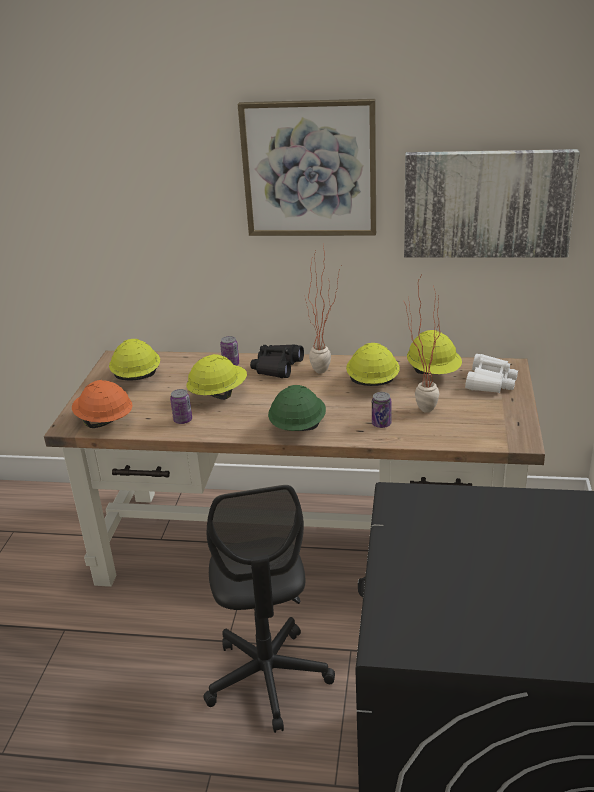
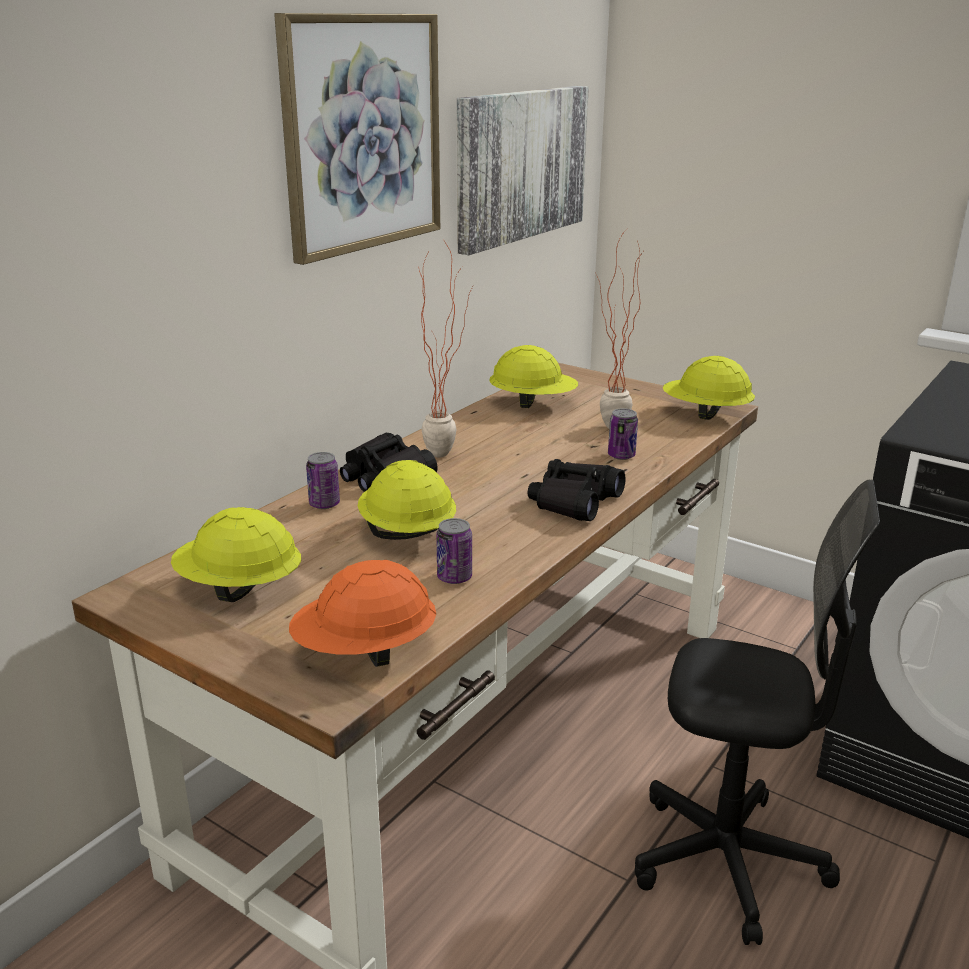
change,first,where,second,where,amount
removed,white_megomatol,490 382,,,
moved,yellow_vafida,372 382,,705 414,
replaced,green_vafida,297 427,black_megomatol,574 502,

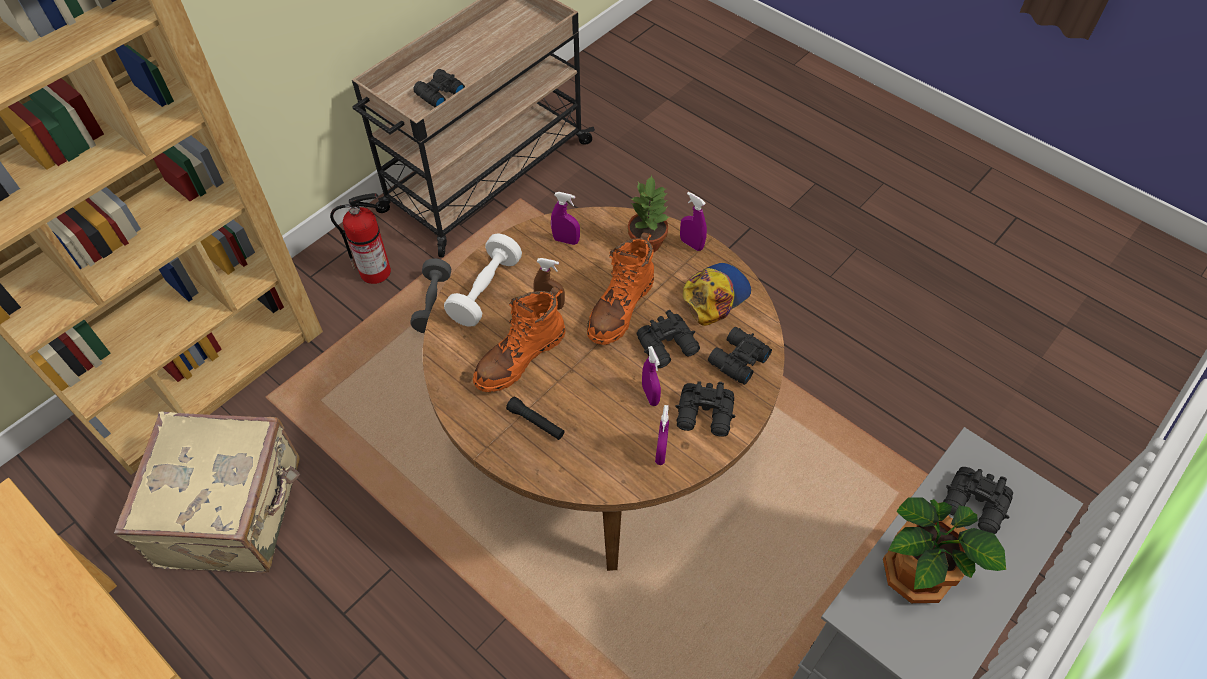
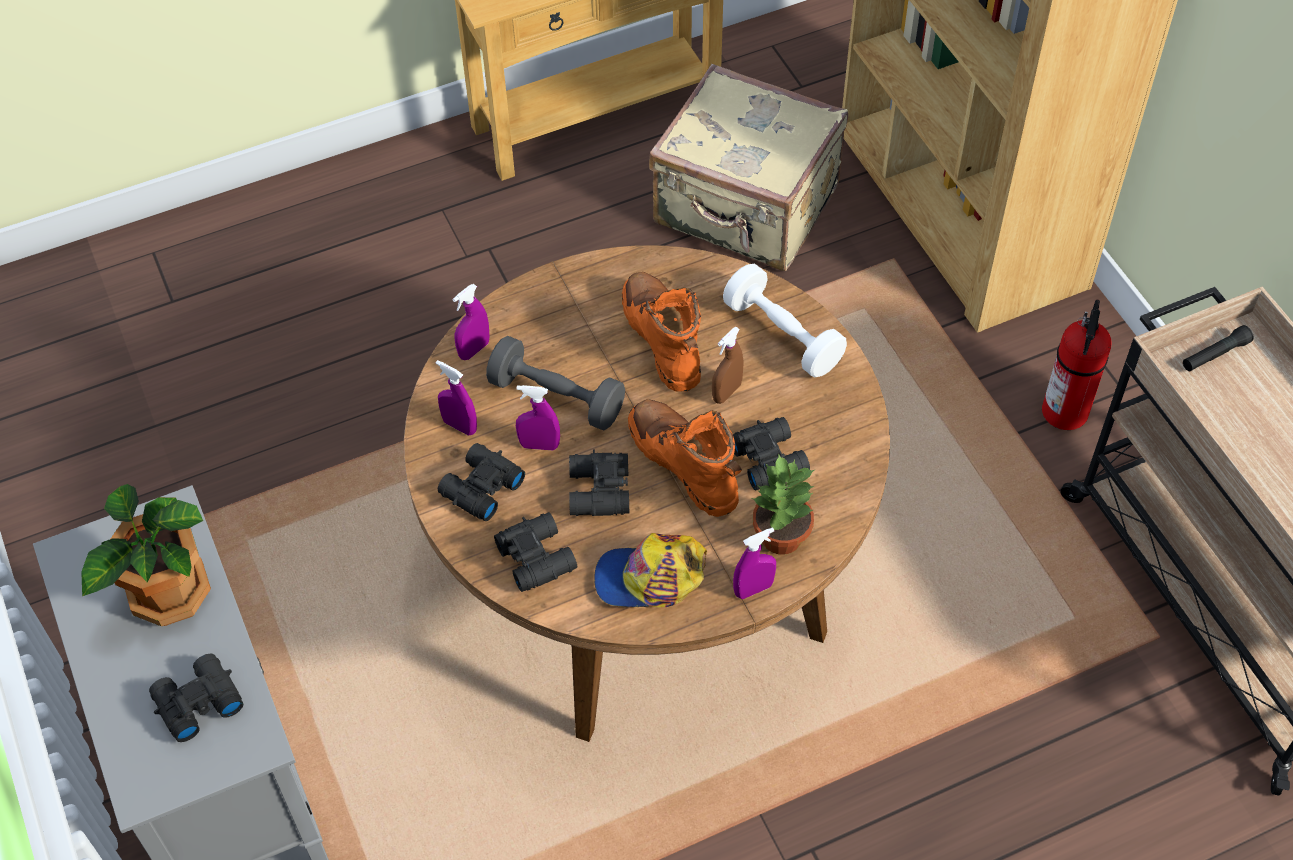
change,first,where,second,where,amount
moved,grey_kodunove,433 304,,556 397,
moved,black_megomatol,438 94,,769 458,
moved,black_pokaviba,536 422,,1214 355,
moved,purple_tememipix,566 240,,474 350,
turned,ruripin,715 295,,650 578,105 degrees clockwise

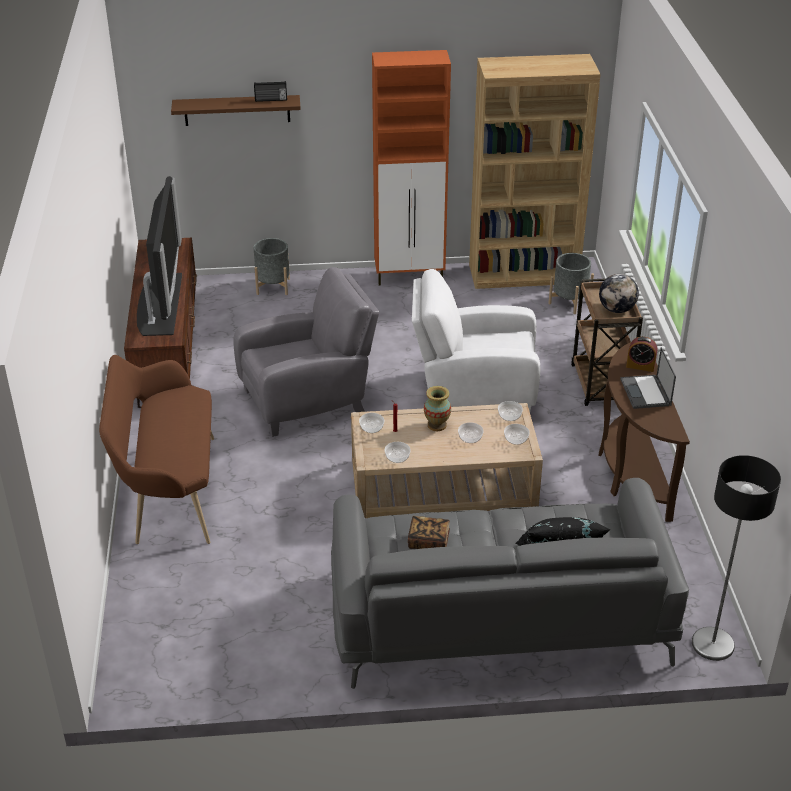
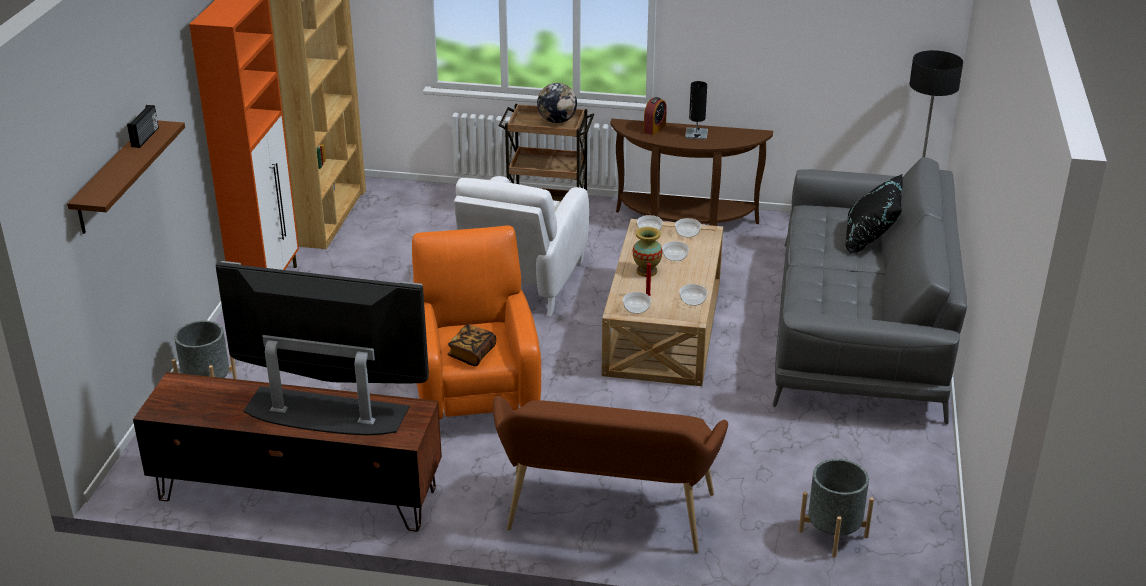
change,first,where,second,where,amount
moved,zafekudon,428 541,,472 354,
moved,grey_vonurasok,569 302,,833 534,
replaced,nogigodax,646 392,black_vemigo,696 134,
recoloured,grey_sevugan,308 400,orange_sevugan,476 391,

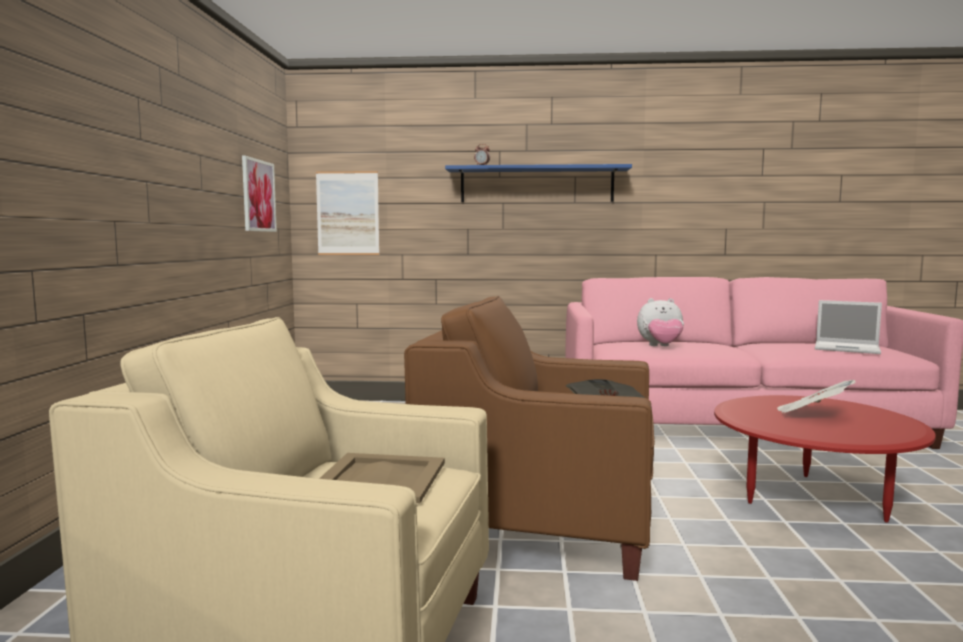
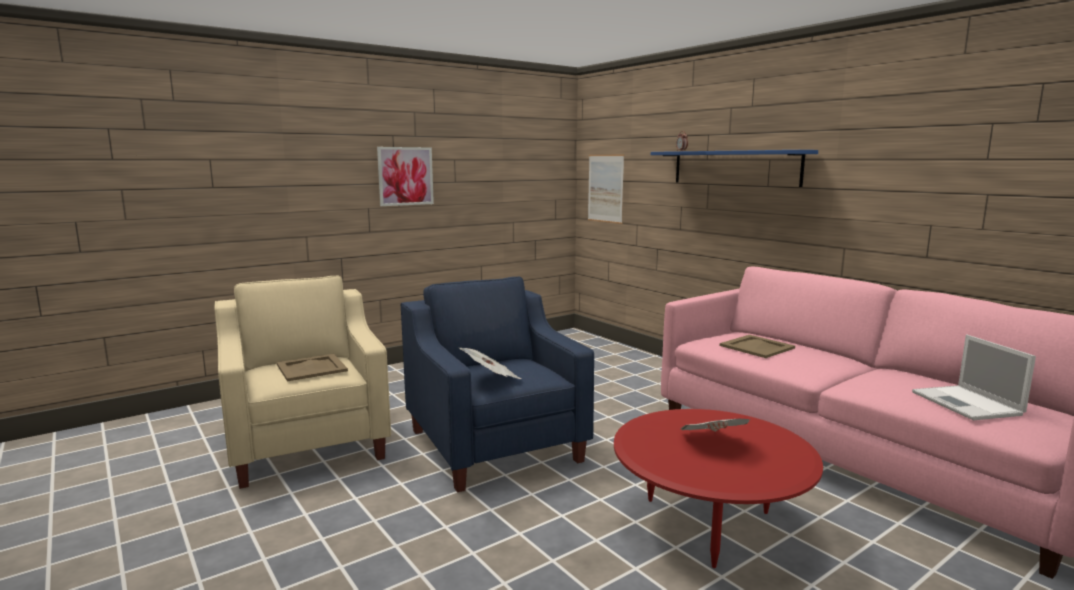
change,first,where,second,where,amount
moved,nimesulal,258 195,,405 176,
replaced,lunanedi,660 346,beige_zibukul,757 347,
recoloured,brown_sevugan,539 524,blue_sevugan,495 445,

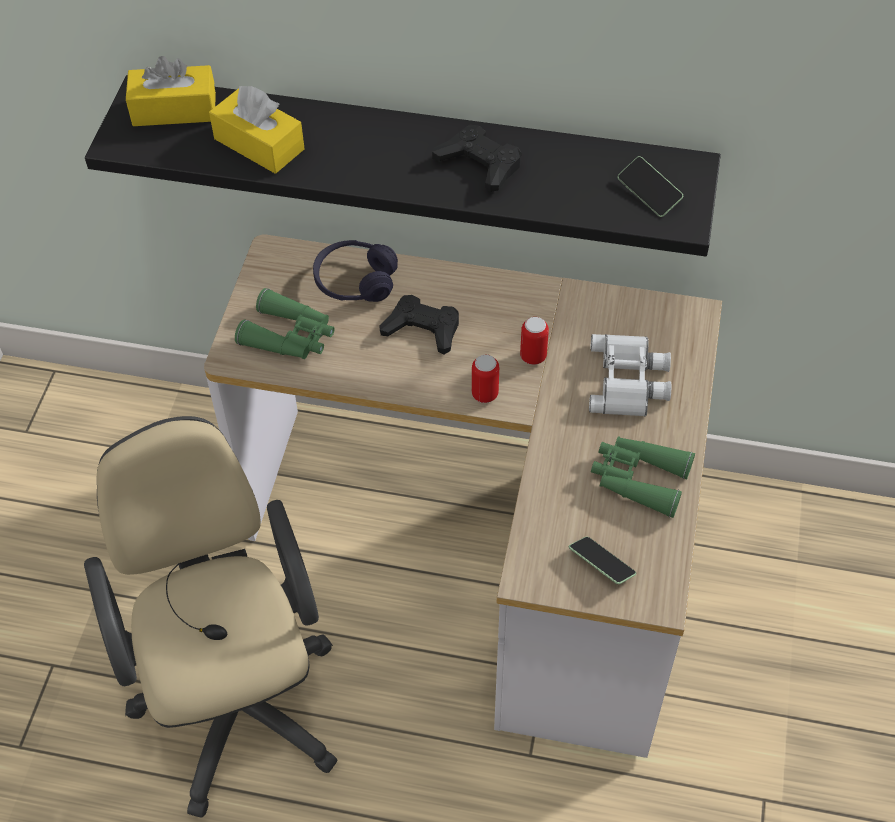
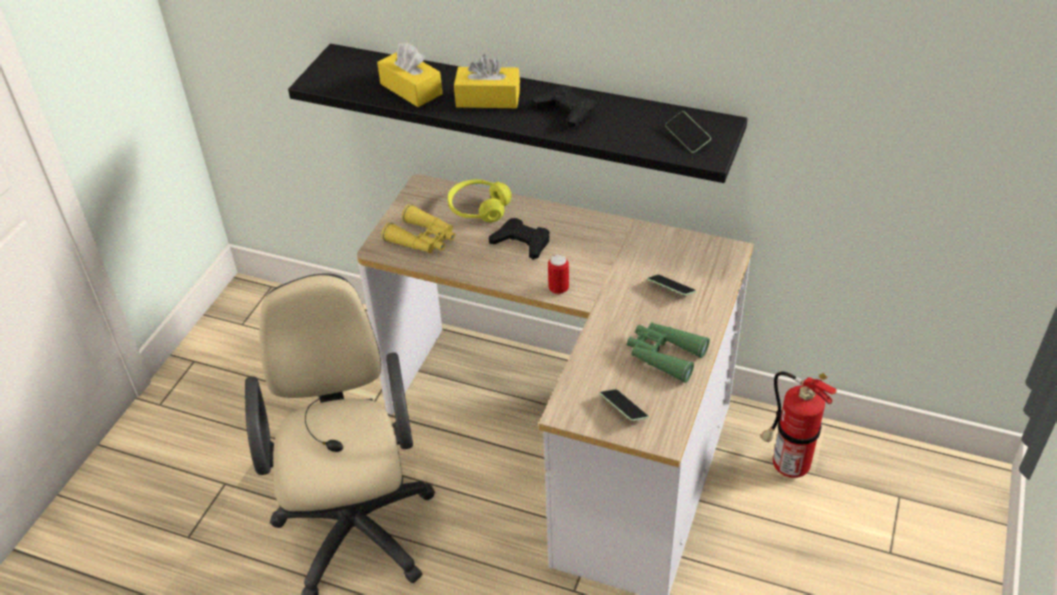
change,first,where,second,where,amount
removed,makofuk,533 357,,,
added,,,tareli,786 464,
moved,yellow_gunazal,174 109,,488 99,
replaced,white_megomatol,629 381,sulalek,671 290,
recoloured,green_megomatol,290 336,yellow_megomatol,423 239,
recoloured,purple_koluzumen,355 281,yellow_koluzumen,479 209,

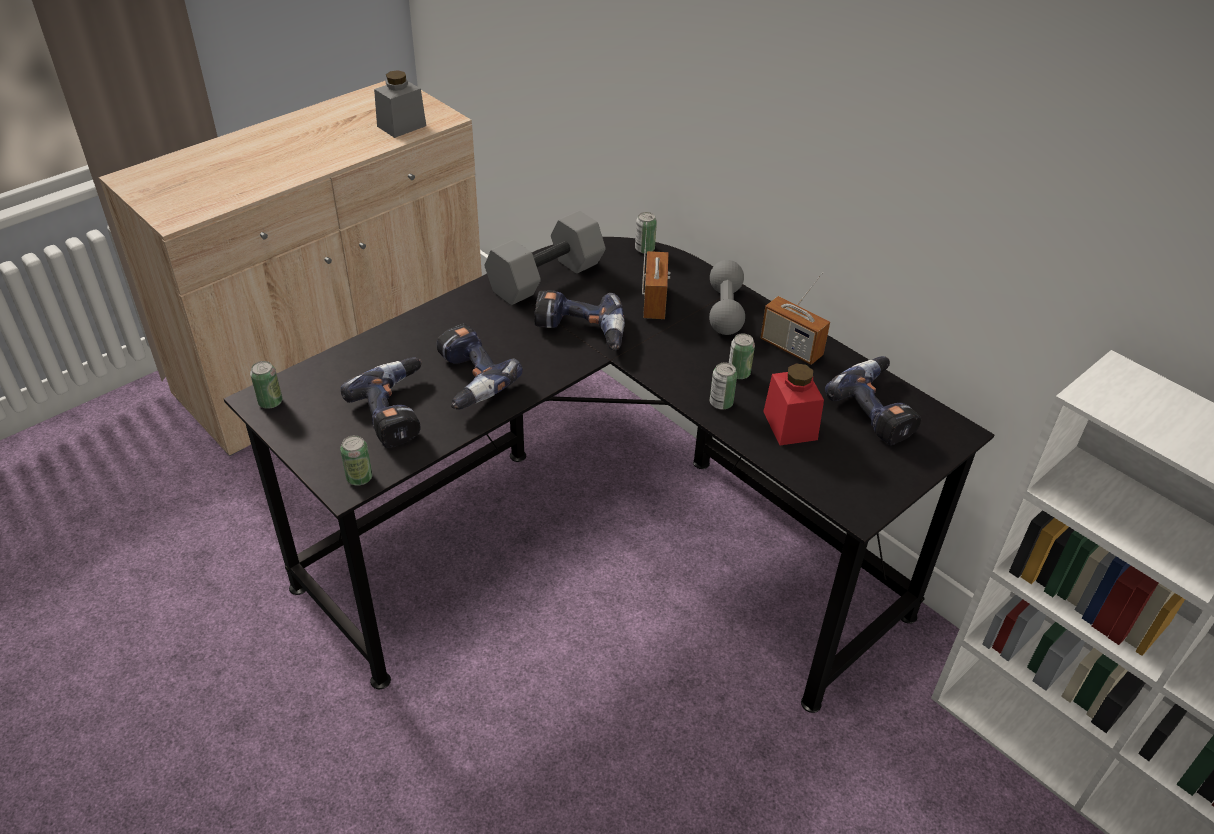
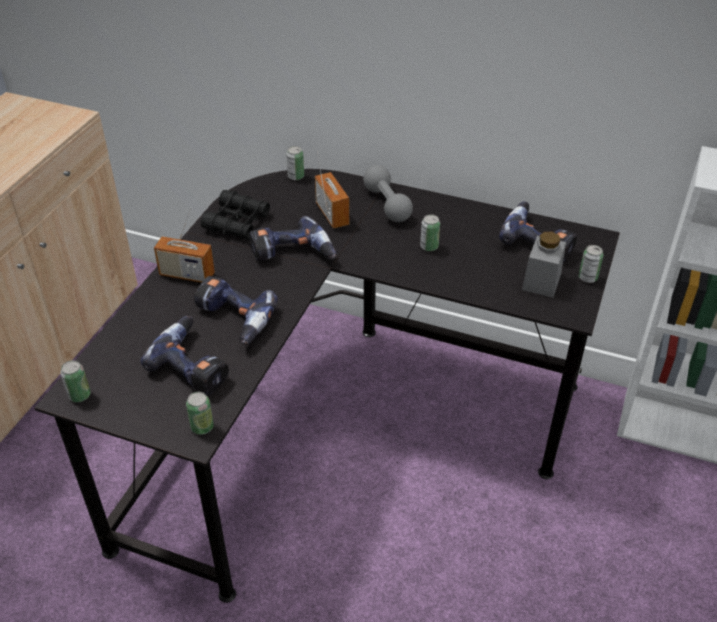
change,first,where,second,where,amount
removed,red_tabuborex,790 425,,,
moved,grey_tabuborex,401 126,,541 281,
moved,makofuk,721 403,,587 278,
moved,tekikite,791 348,,187 274,
replaced,grey_kodunove,546 279,black_megomatol,237 222,

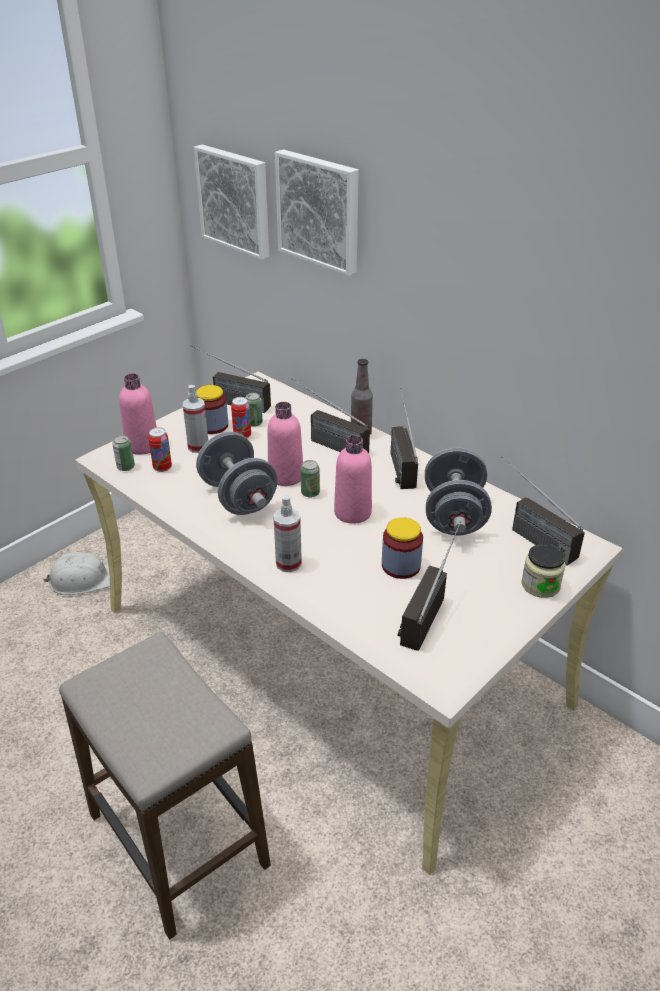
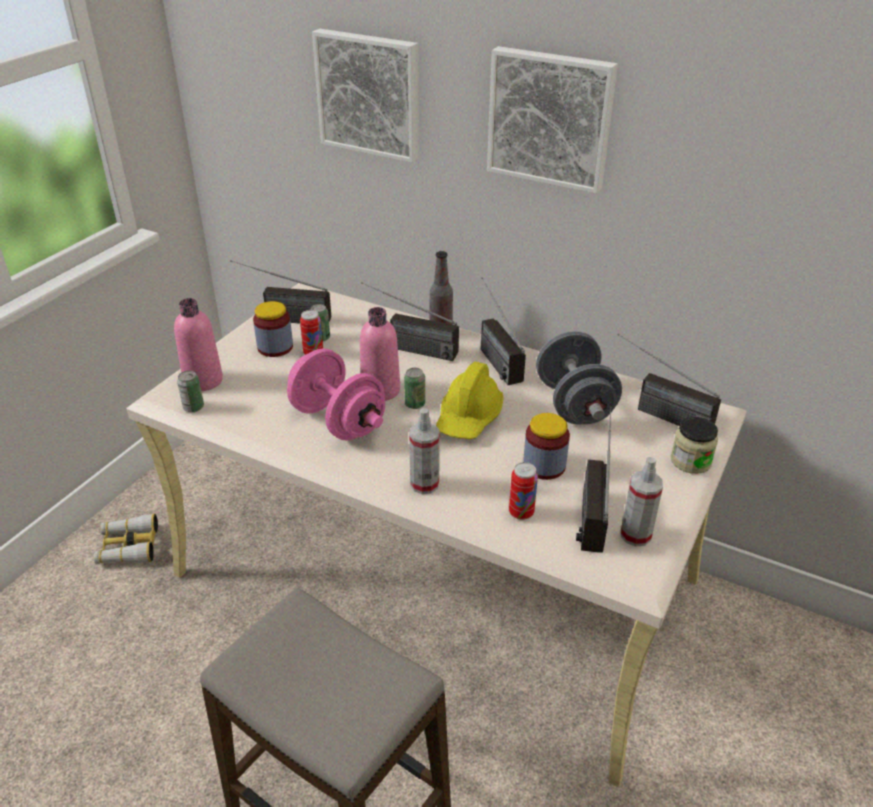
change,first,where,second,where,amount
moved,makofuk,162 467,,521 513,
moved,tememipix,198 446,,635 535,
moved,nimesulal,235 200,,551 118,
replaced,white_vafida,82 579,megomatol,128 546,
replaced,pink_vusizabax,352 512,yellow_vafida,469 418,
recoloured,grey_kodunove,238 497,pink_kodunove,338 421,

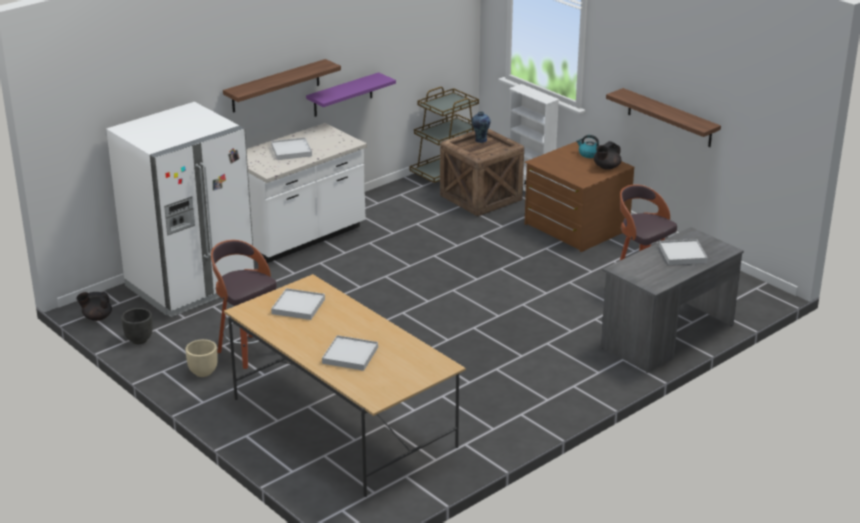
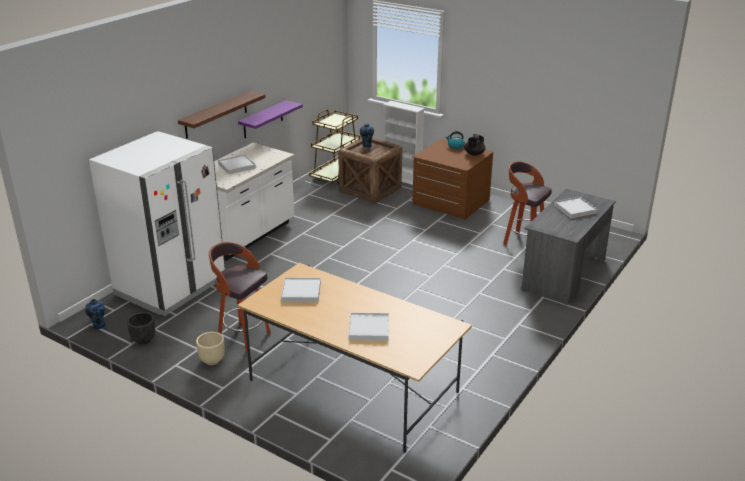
change,first,where,second,where,amount
removed,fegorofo,669 118,,,
replaced,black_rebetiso,97 317,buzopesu,98 326,

